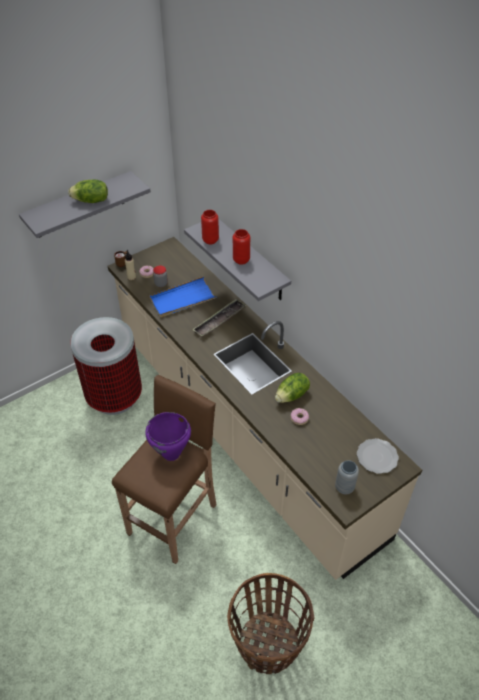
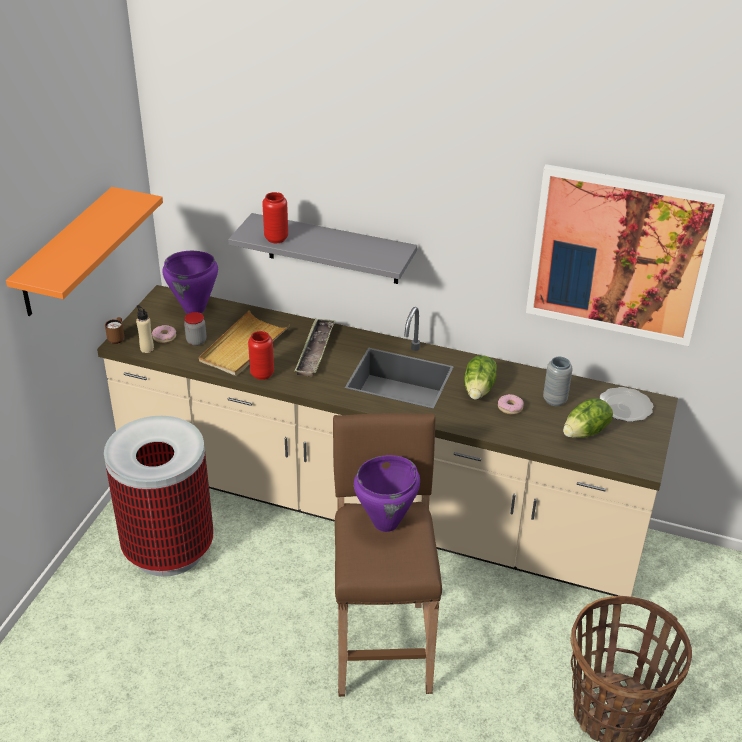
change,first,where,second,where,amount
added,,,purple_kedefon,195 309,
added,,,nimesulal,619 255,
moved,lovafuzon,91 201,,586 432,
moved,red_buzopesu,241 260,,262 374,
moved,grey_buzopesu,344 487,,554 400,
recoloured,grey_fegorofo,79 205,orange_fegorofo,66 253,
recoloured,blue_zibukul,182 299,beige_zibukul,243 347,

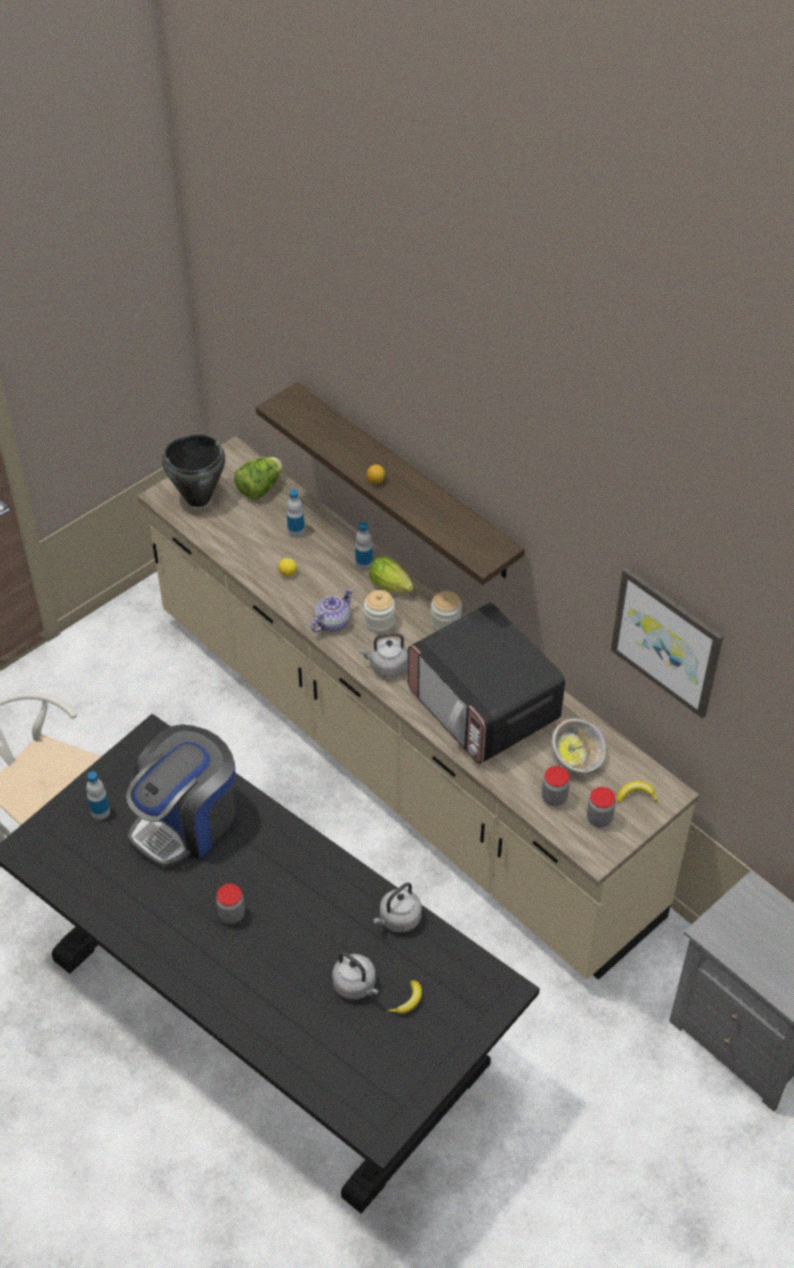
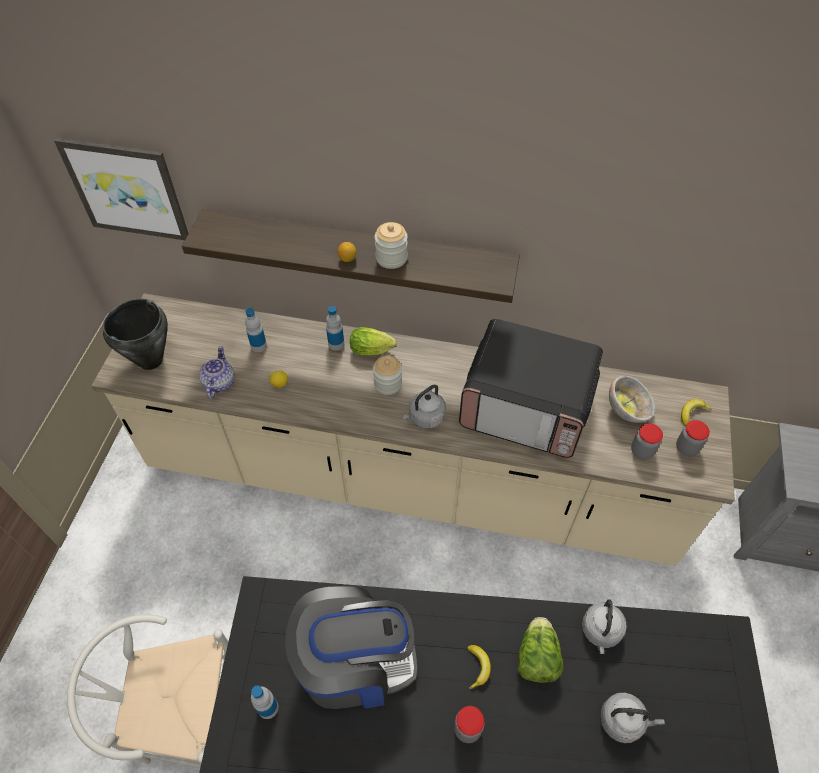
change,first,where,second,where,amount
moved,lovafuzon,259 488,,536 657,
moved,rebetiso,332 622,,219 383,
moved,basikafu,408 1001,,478 667,
moved,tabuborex,445 622,,391 258,
moved,nimesulal,667 641,,127 189,
turned,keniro,186 821,,355 663,105 degrees counterclockwise

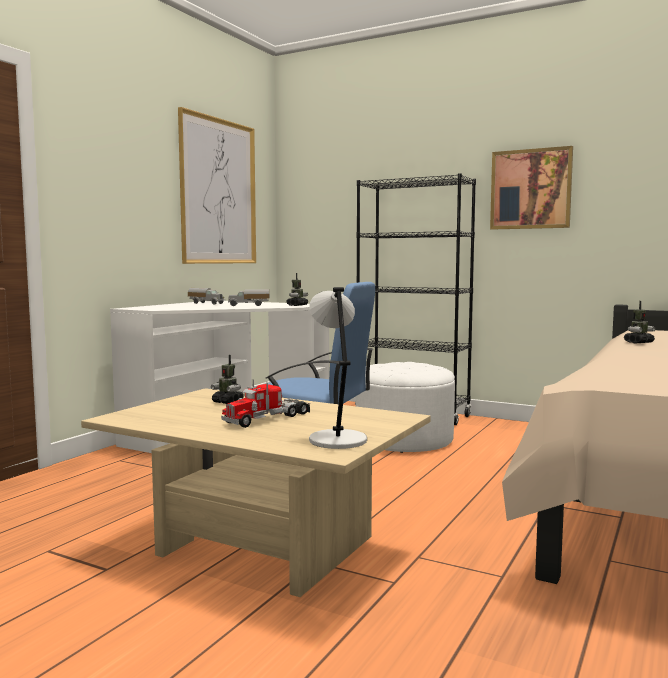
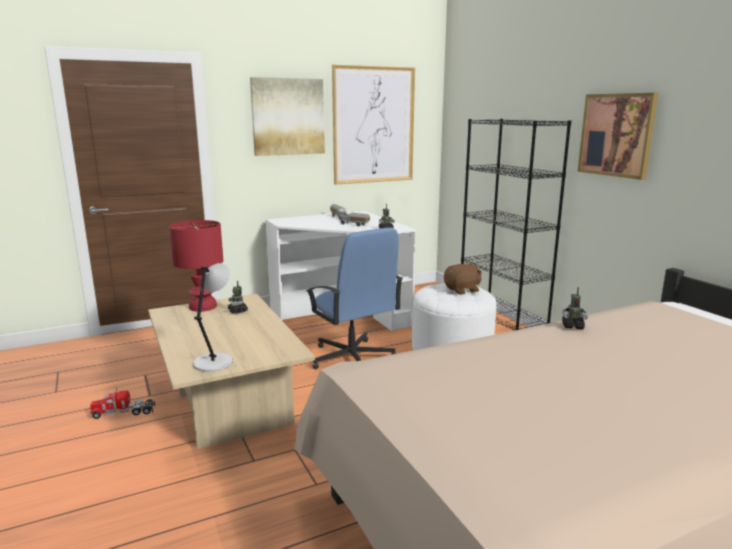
change,first,where,second,where,amount
added,,,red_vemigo,202 307,
added,,,nimesulal,288 117,
added,,,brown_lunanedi,462 290,
moved,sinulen,267 418,,124 412,

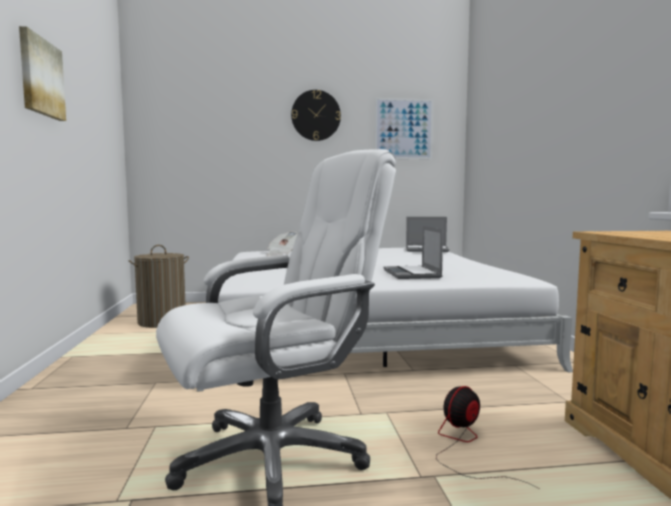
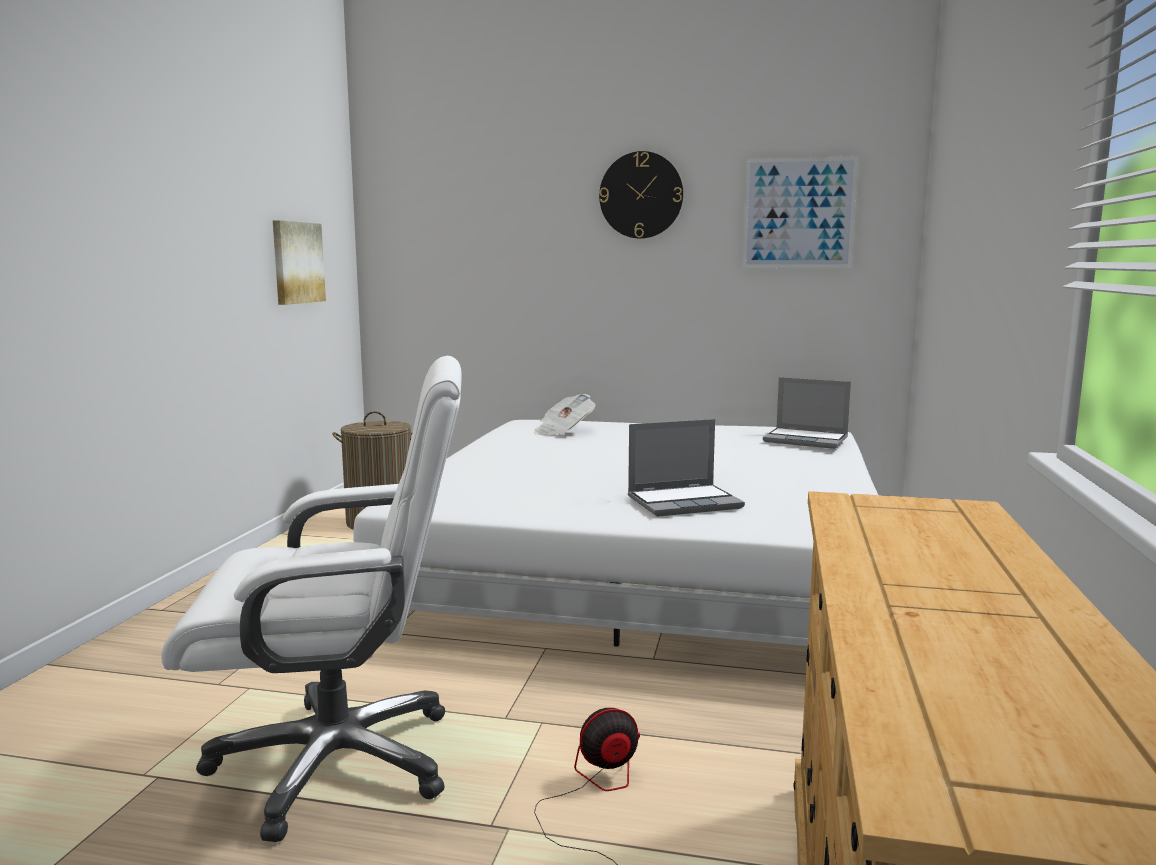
change,first,where,second,where,amount
moved,nimesulal,40 77,,297 262,
turned,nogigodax,412 274,,685 502,120 degrees counterclockwise

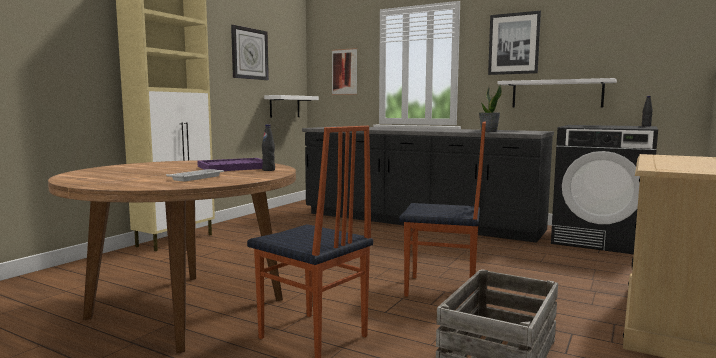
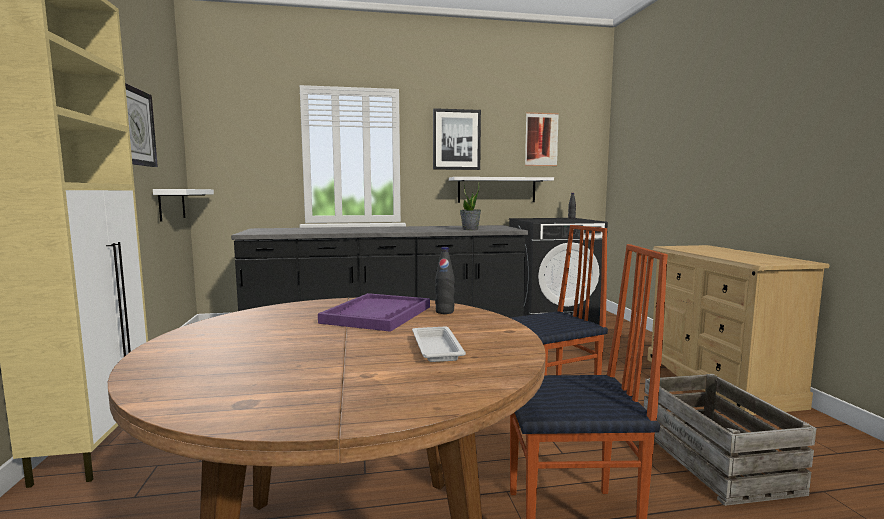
change,first,where,second,where,amount
moved,nimesulal,344 72,,541 139,

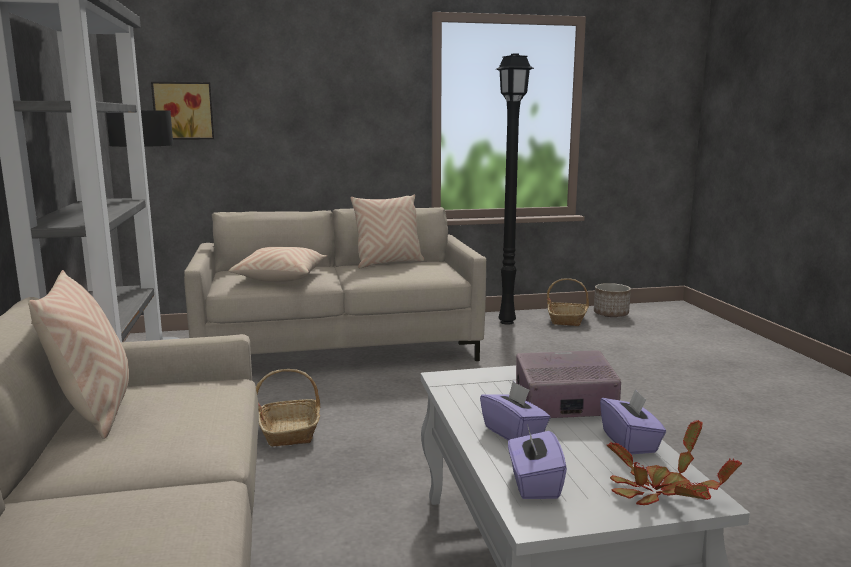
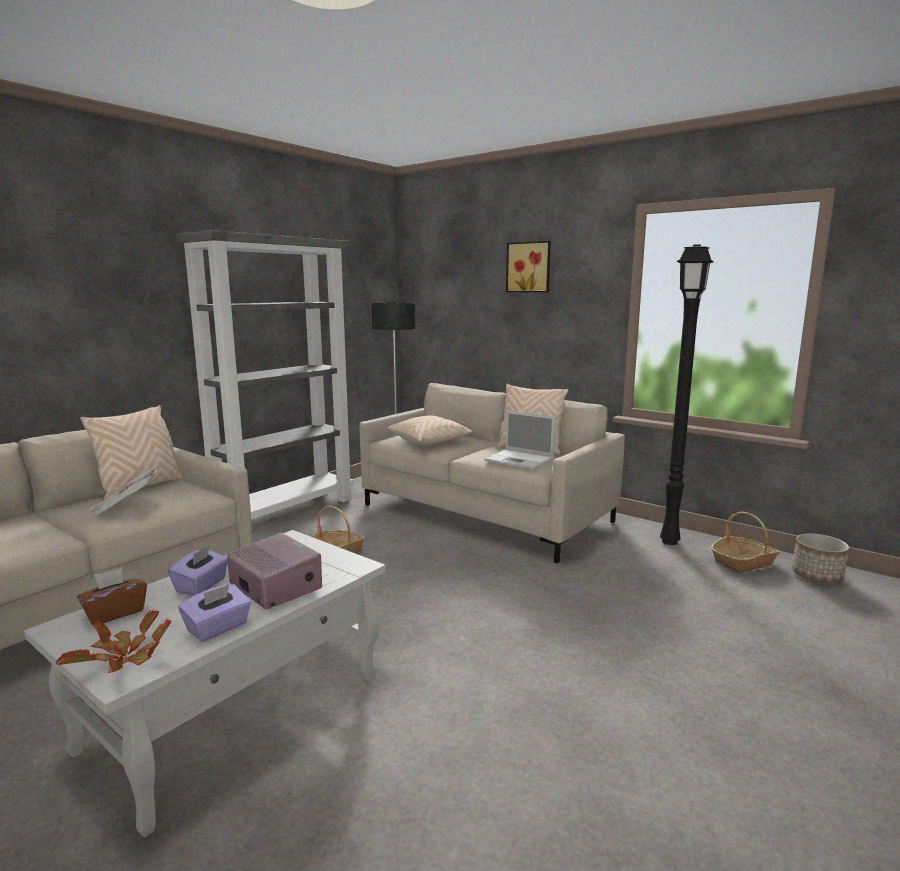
change,first,where,second,where,amount
added,,,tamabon,124 509,
added,,,nogigodax,520 460,
moved,nimesulal,183 111,,529 267,
recoloured,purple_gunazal,534 484,brown_gunazal,115 613,

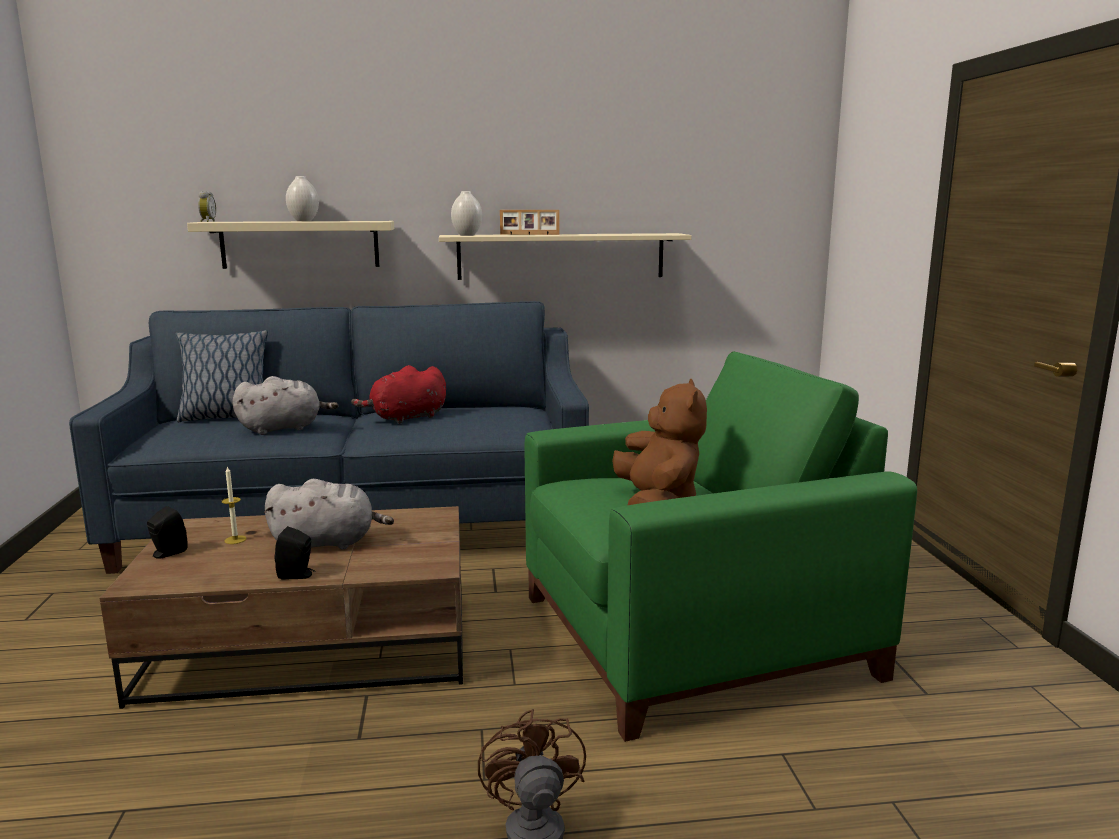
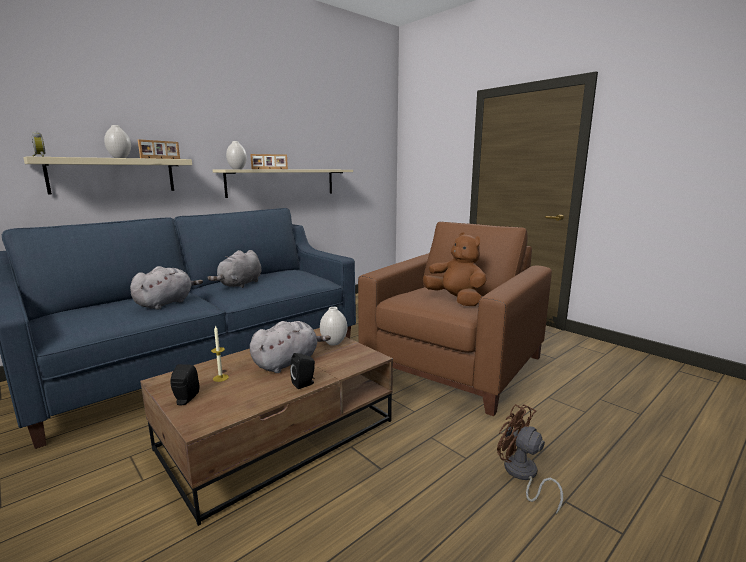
change,first,where,second,where,amount
removed,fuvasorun,225 418,,,
added,,,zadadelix,161 158,
added,,,white_buzopesu,333 343,
recoloured,red_lunanedi,406 418,grey_lunanedi,240 284,
recoloured,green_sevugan,689 637,brown_sevugan,453 365,

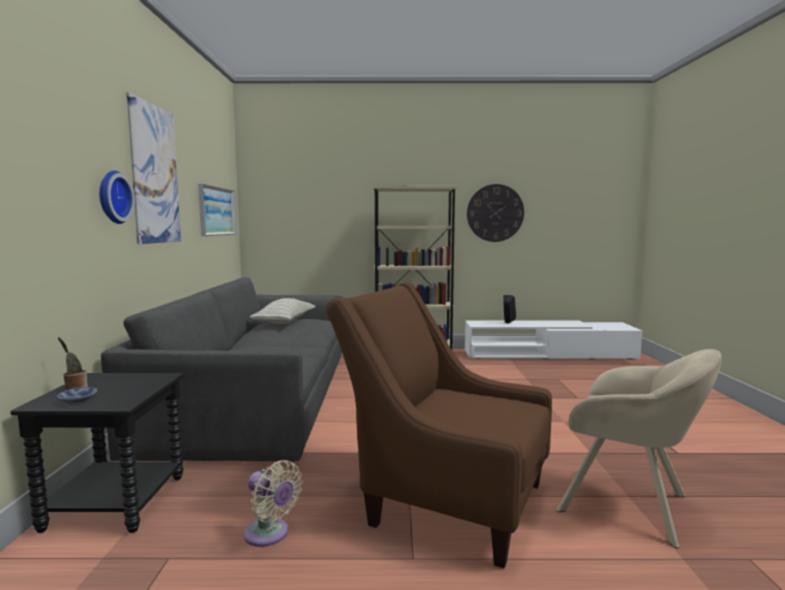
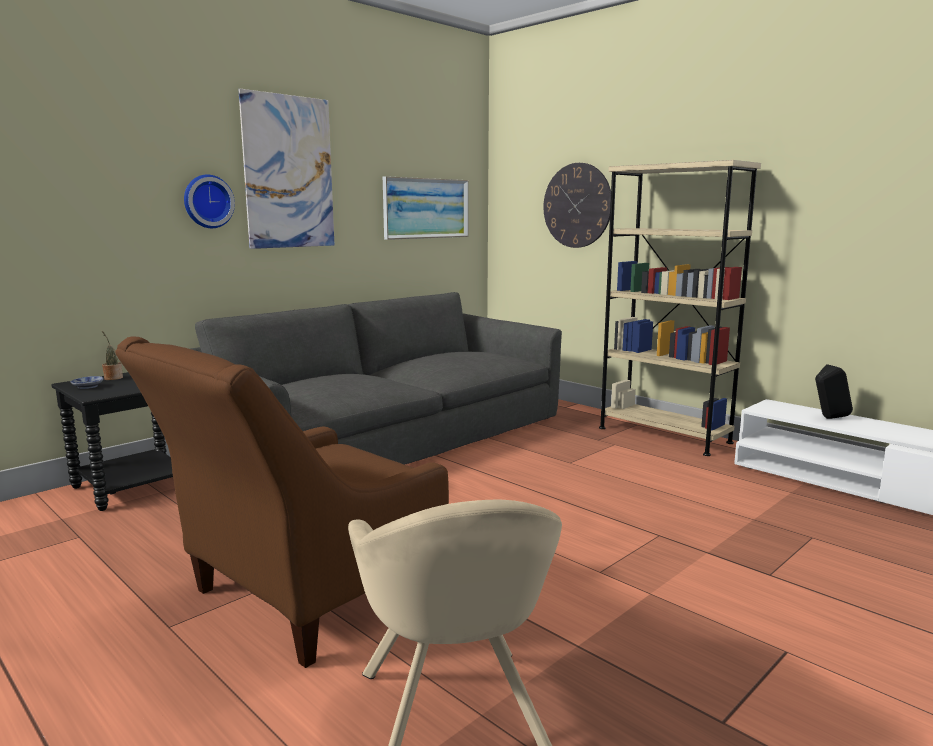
change,first,where,second,where,amount
removed,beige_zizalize,270 535,,,
removed,fuvasorun,285 322,,,
moved,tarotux,495 213,,577 205,
turned,brown_sevugan,445 499,,301 599,120 degrees counterclockwise

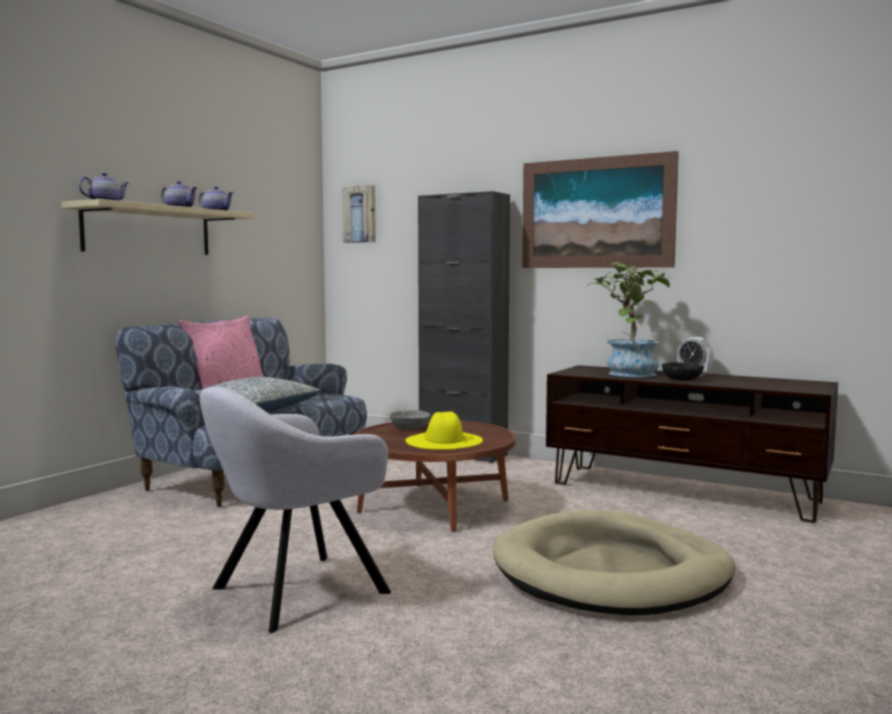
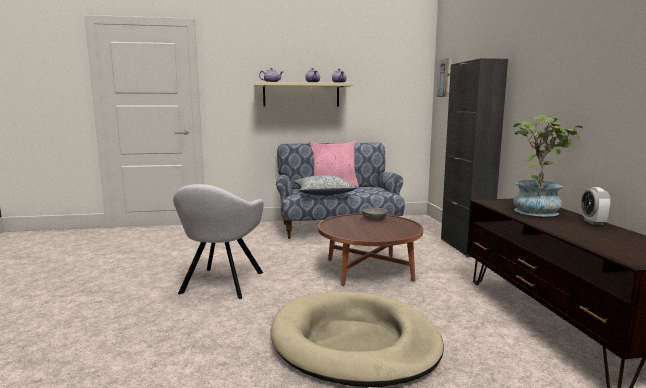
change,first,where,second,where,amount
removed,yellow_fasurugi,444 440,,,
removed,nimesulal,596 213,,,
removed,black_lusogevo,681 380,,,
turned,grey_sevugan,293 592,,221 284,90 degrees counterclockwise

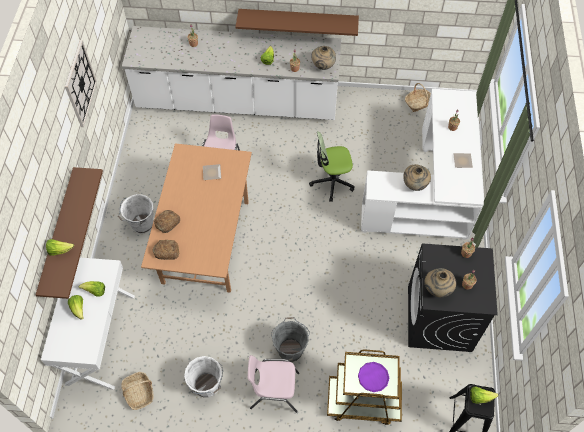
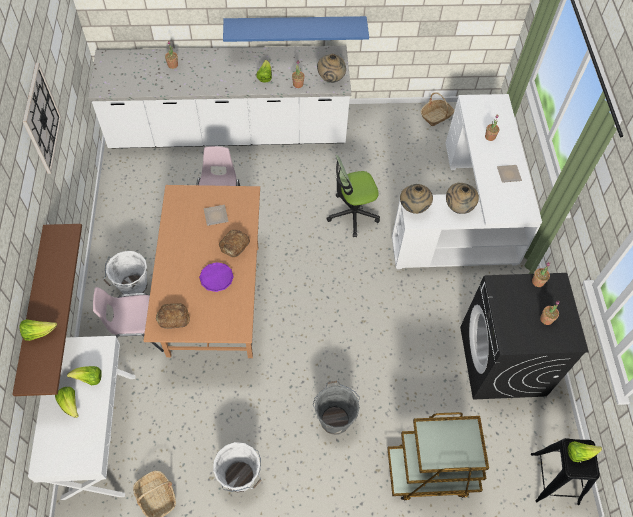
change,first,where,second,where,amount
moved,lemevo,167 223,,234 245,
moved,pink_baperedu,273 390,,137 332,
moved,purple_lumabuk,373 377,,216 278,
moved,beige_buzopesu,437 290,,413 208,
recoloured,brown_fegorofo,298 19,blue_fegorofo,295 27,

